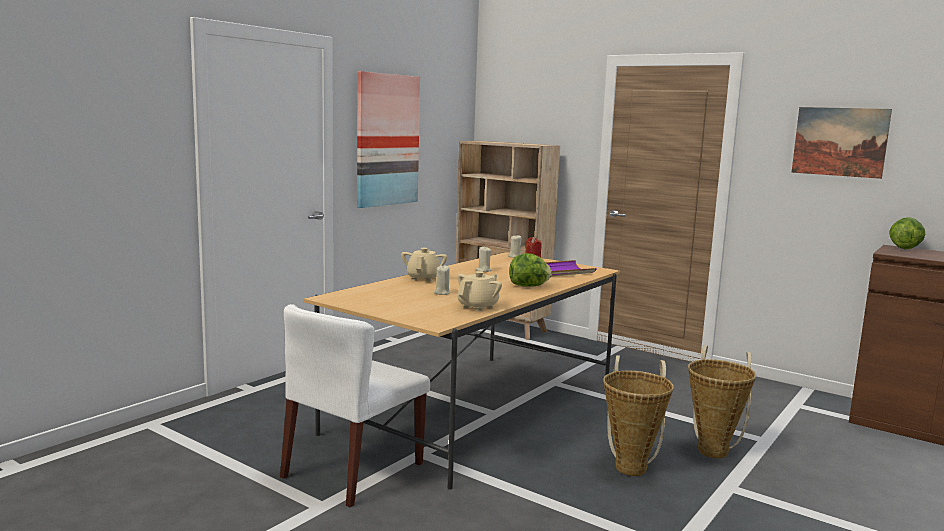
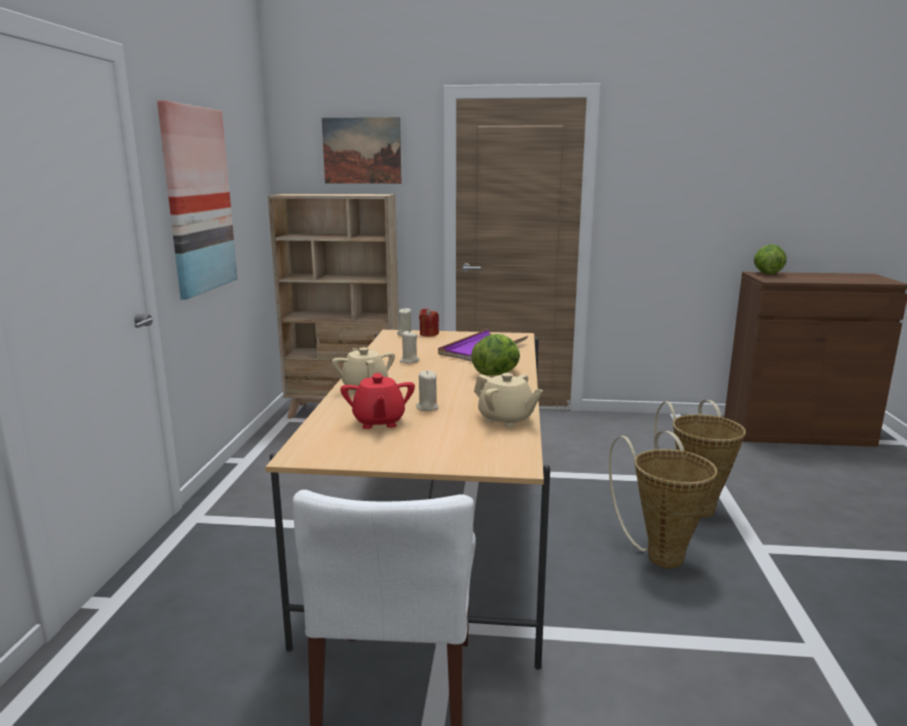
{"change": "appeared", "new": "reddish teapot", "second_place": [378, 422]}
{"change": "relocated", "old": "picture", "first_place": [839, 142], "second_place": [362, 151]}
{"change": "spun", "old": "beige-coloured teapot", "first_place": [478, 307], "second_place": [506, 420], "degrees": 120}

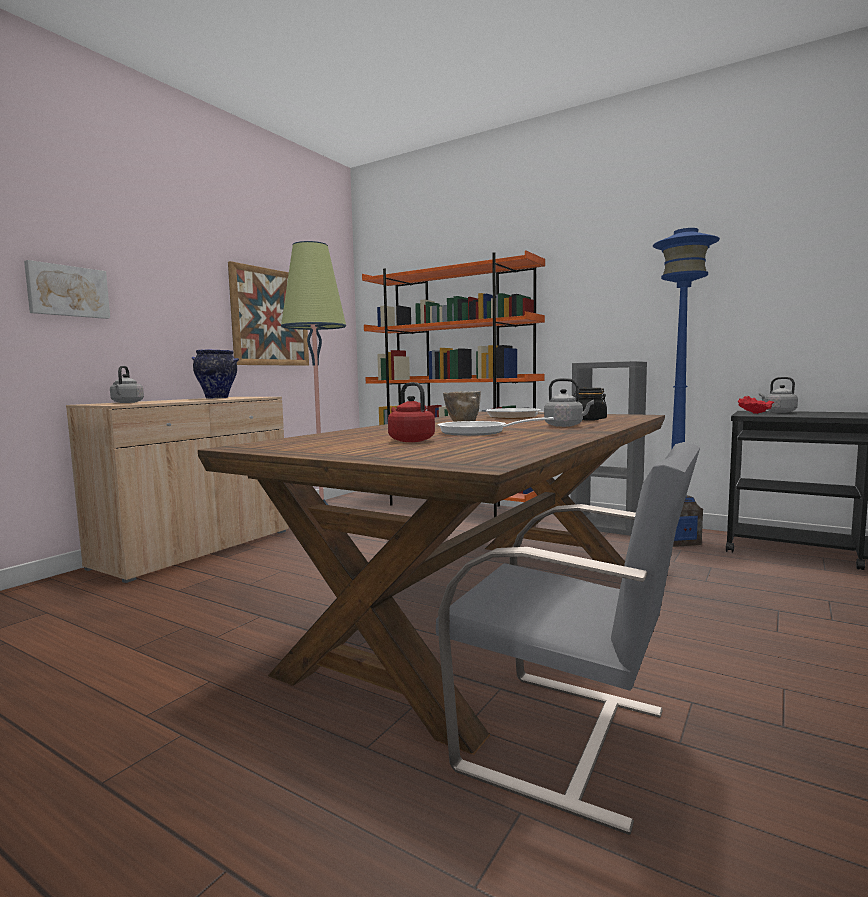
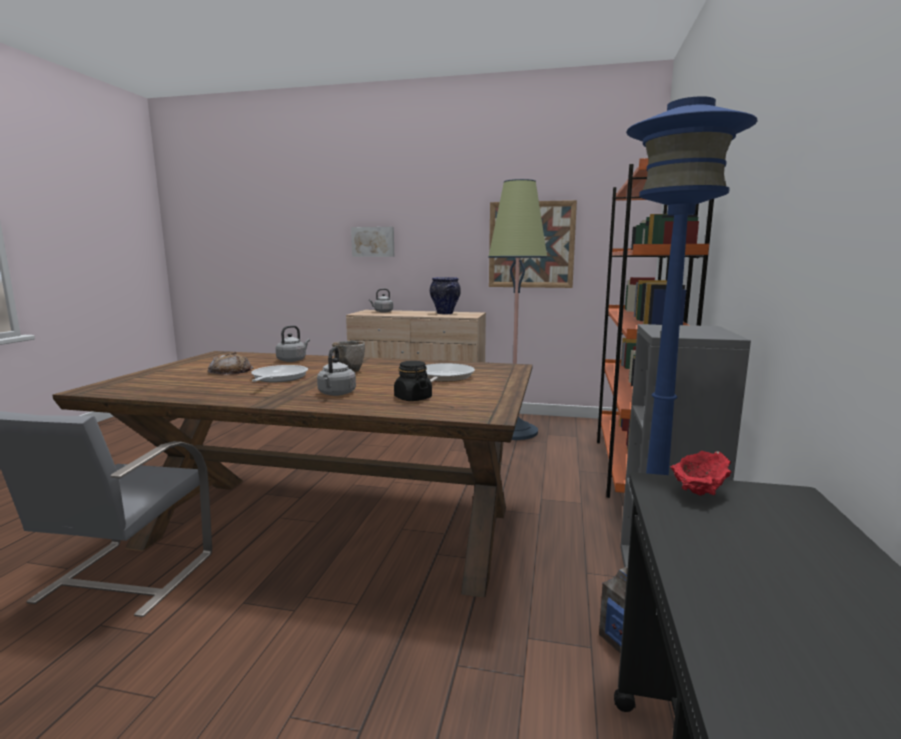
{"change": "relocated", "old": "grey kettle", "first_place": [778, 412], "second_place": [293, 360]}
{"change": "exchanged", "old": "reddish kettle", "new": "bread", "first_place": [410, 440], "second_place": [230, 371]}

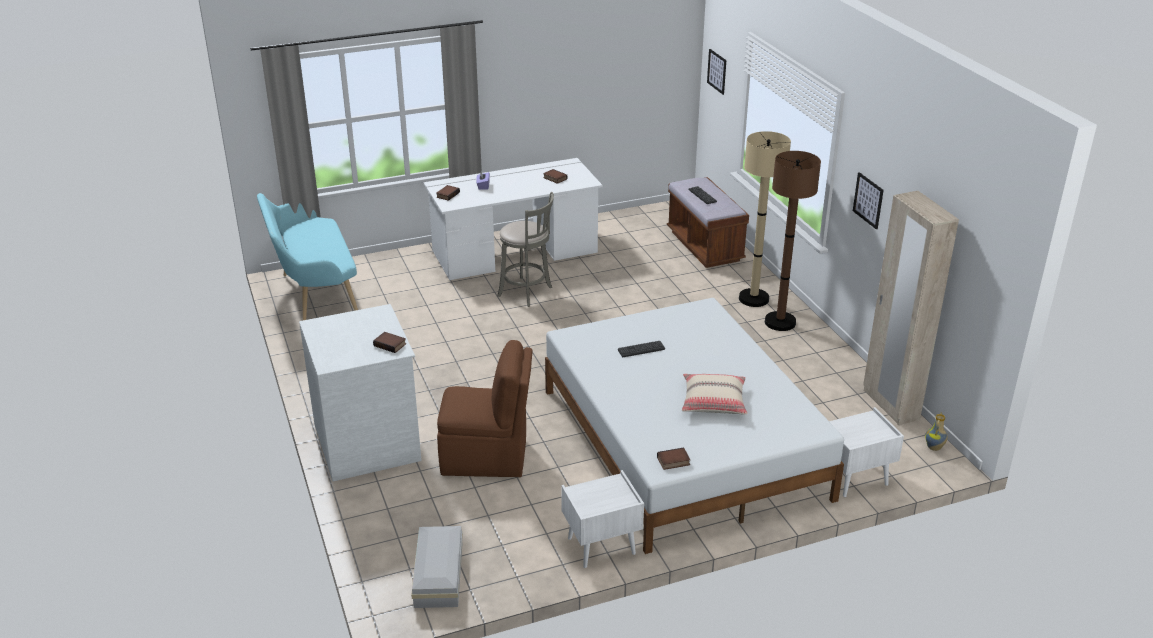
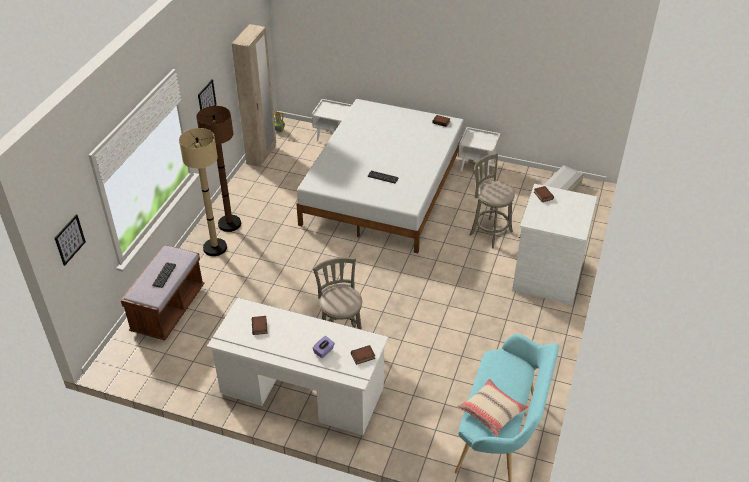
{"change": "relocated", "old": "beige-coloured throw pillow", "first_place": [713, 401], "second_place": [492, 411]}
{"change": "exchanged", "old": "brownish chair", "new": "grey stool", "first_place": [487, 457], "second_place": [489, 232]}

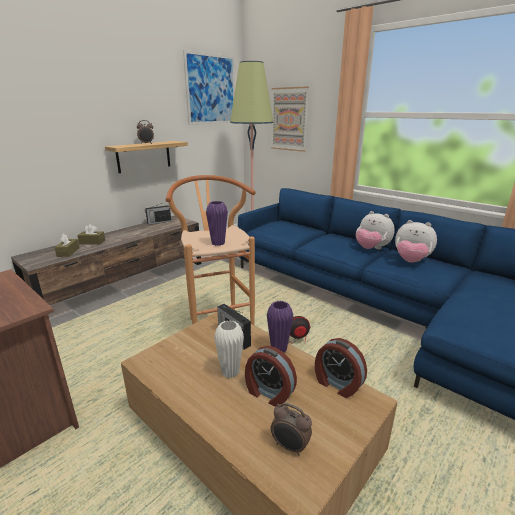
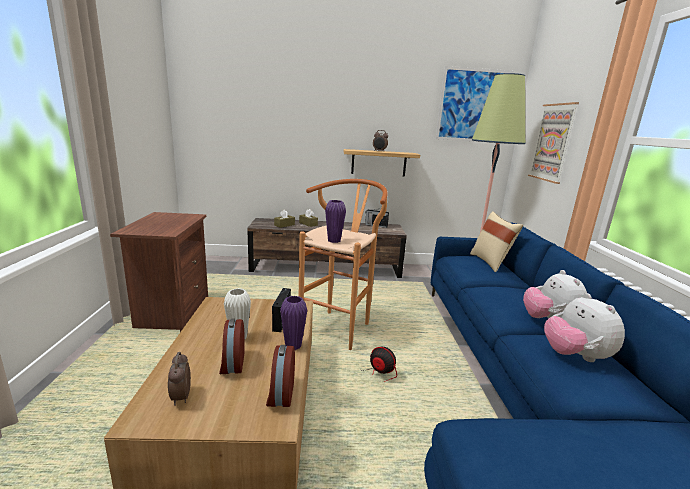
{"change": "appeared", "new": "beige-coloured throw pillow", "second_place": [490, 262]}

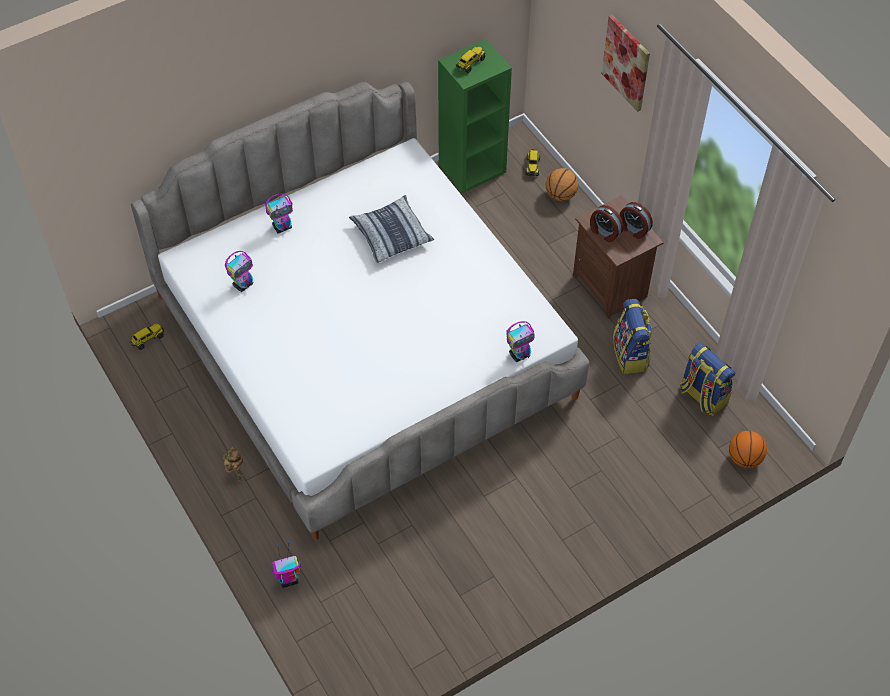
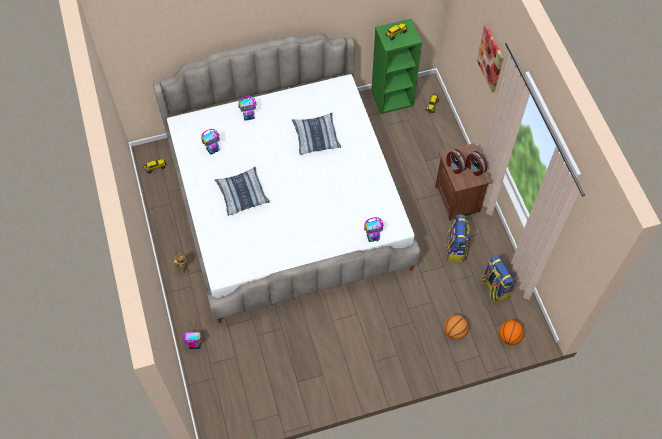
{"change": "appeared", "new": "throw pillow", "second_place": [242, 194]}
{"change": "relocated", "old": "basketball ball", "first_place": [561, 195], "second_place": [454, 332]}

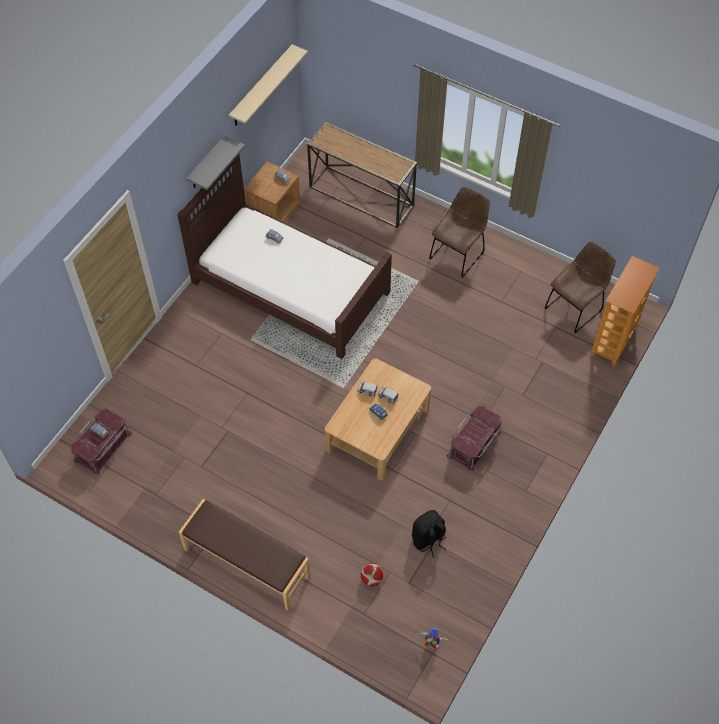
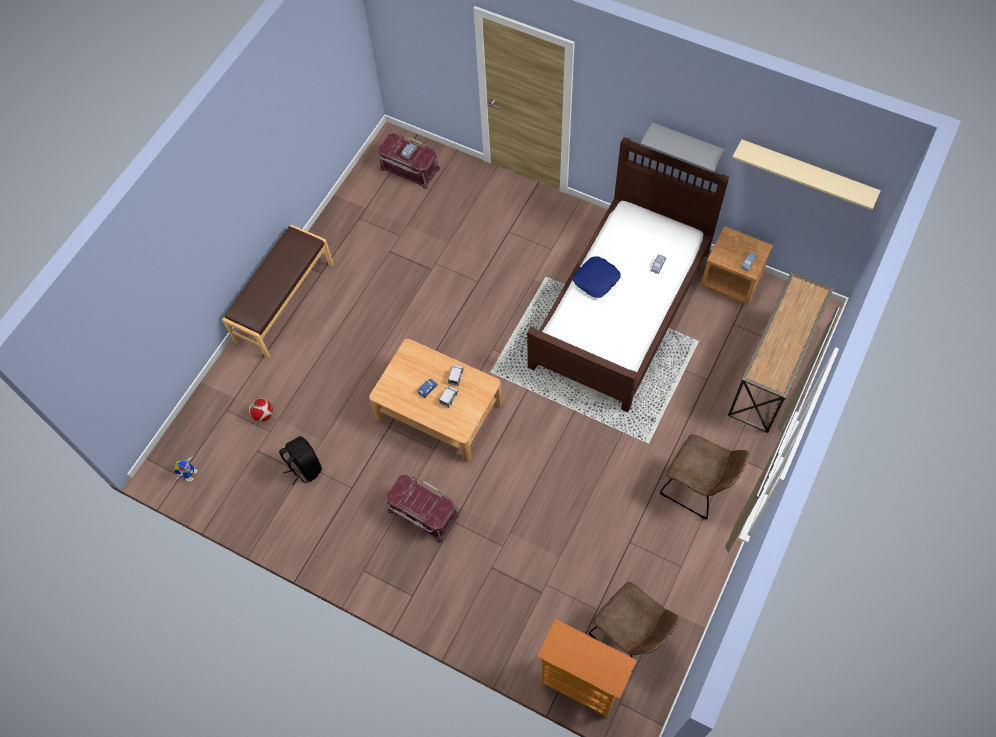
{"change": "appeared", "new": "blue throw pillow", "second_place": [596, 280]}

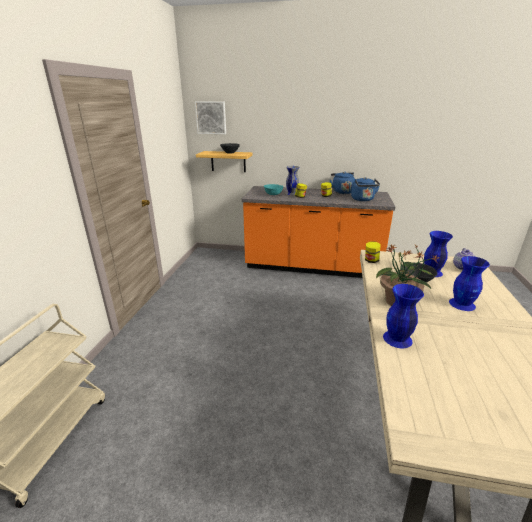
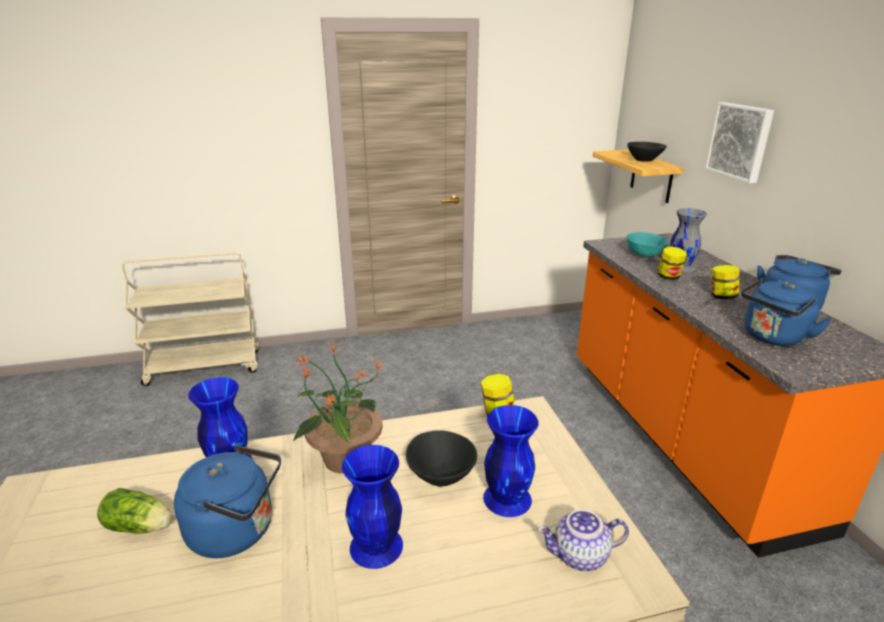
{"change": "appeared", "new": "lettuce", "second_place": [141, 527]}
{"change": "appeared", "new": "blue kettle", "second_place": [237, 530]}
{"change": "relocated", "old": "picture", "first_place": [211, 117], "second_place": [740, 141]}

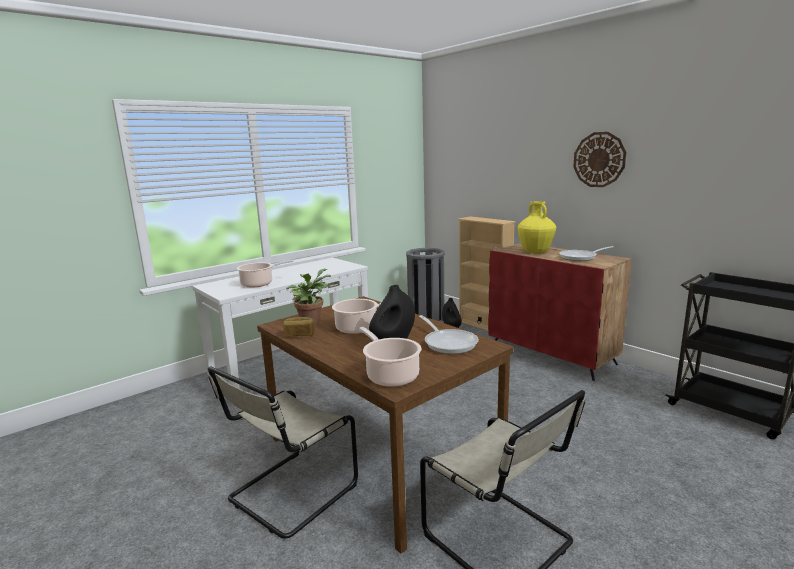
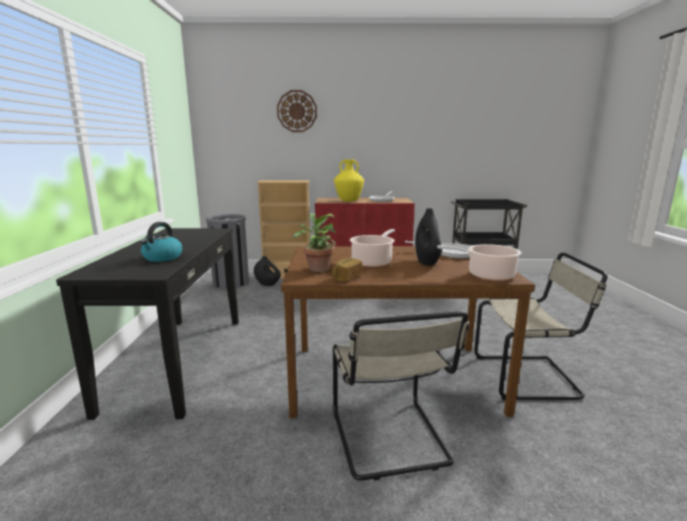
{"change": "relocated", "old": "clock on the wall", "first_place": [599, 159], "second_place": [297, 111]}
{"change": "exchanged", "old": "saucepot", "new": "kettle", "first_place": [259, 284], "second_place": [162, 258]}
{"change": "colour", "old": "white-coloured console table", "new": "black console table", "first_place": [293, 367], "second_place": [178, 360]}

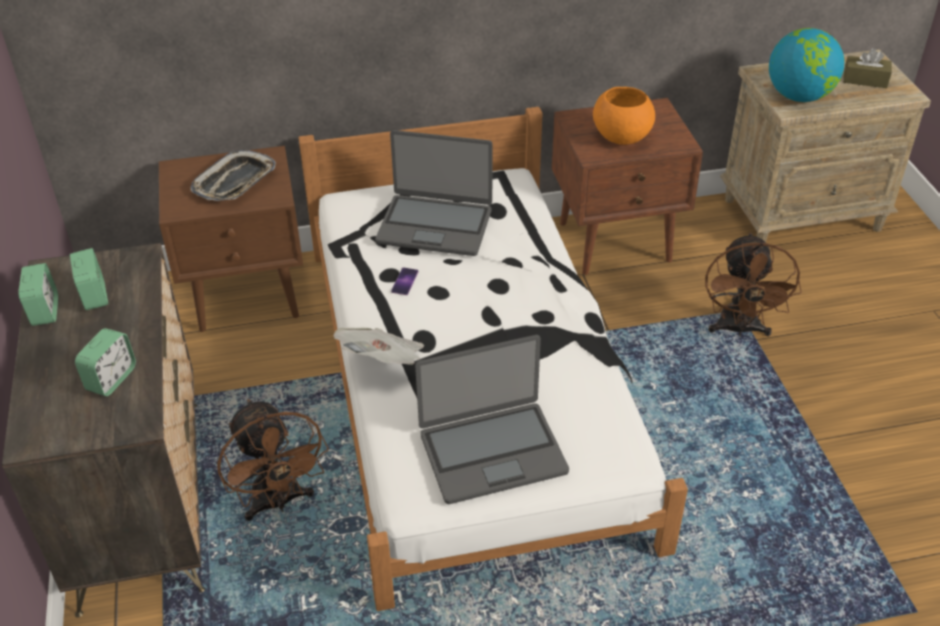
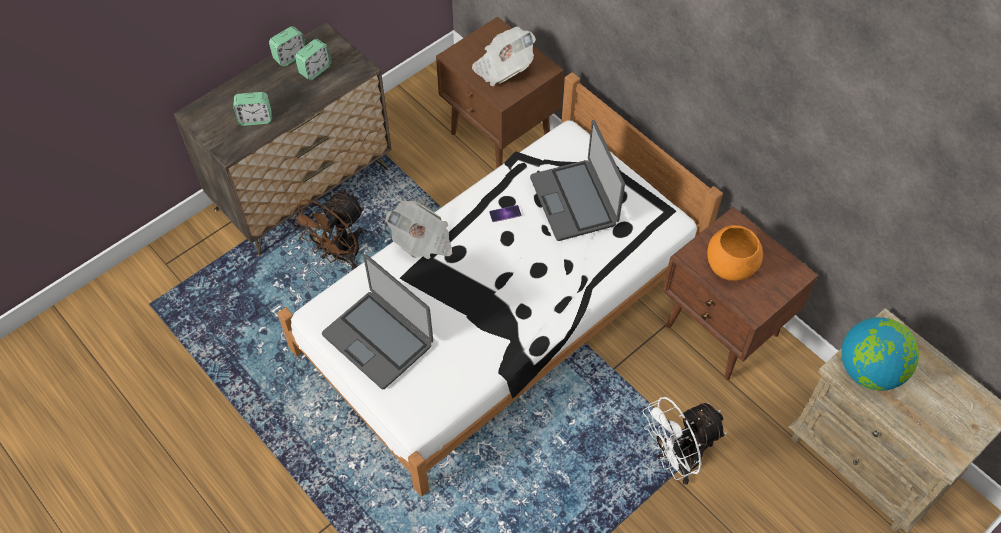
{"change": "missing", "old": "brownish box of tissues", "first_place": [865, 80]}
{"change": "exchanged", "old": "serving tray", "new": "daily paper", "first_place": [235, 182], "second_place": [503, 68]}
{"change": "colour", "old": "brownish fan", "new": "white-coloured fan", "first_place": [738, 329], "second_place": [676, 459]}

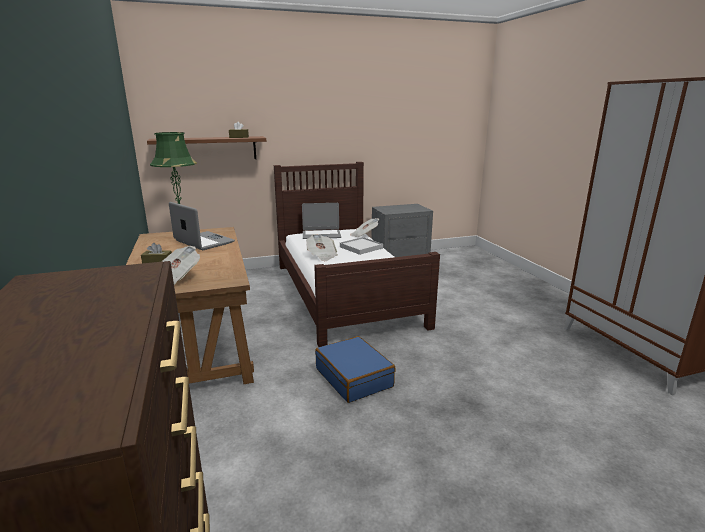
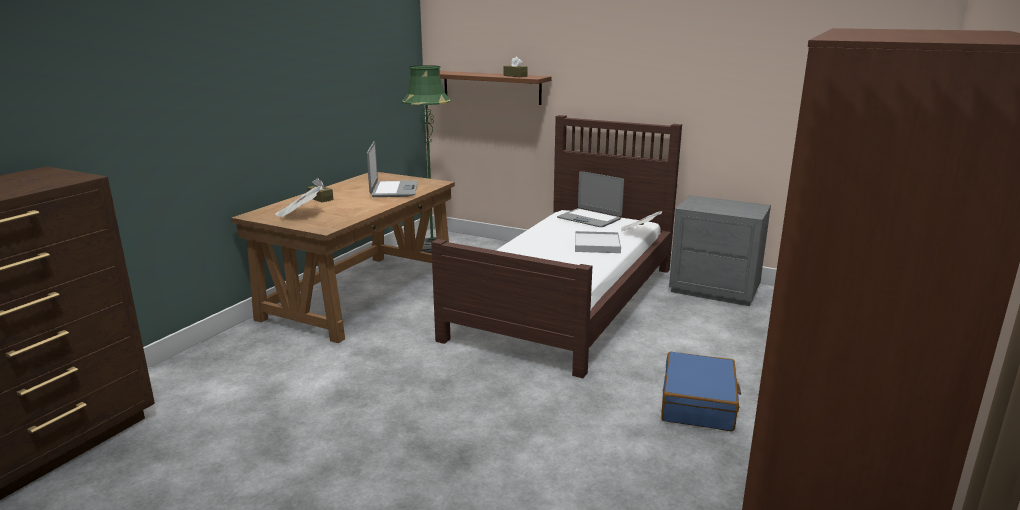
{"change": "missing", "old": "daily paper", "first_place": [322, 256]}
{"change": "relocated", "old": "blue suitcase", "first_place": [354, 377], "second_place": [698, 403]}

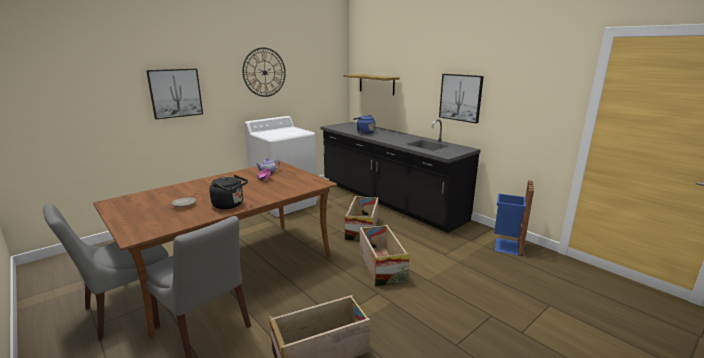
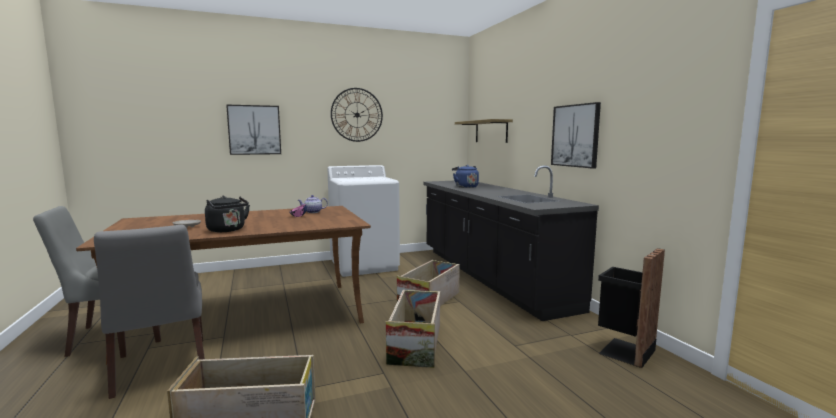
{"change": "colour", "old": "blue rubbish bin", "new": "black rubbish bin", "first_place": [507, 246], "second_place": [624, 351]}

